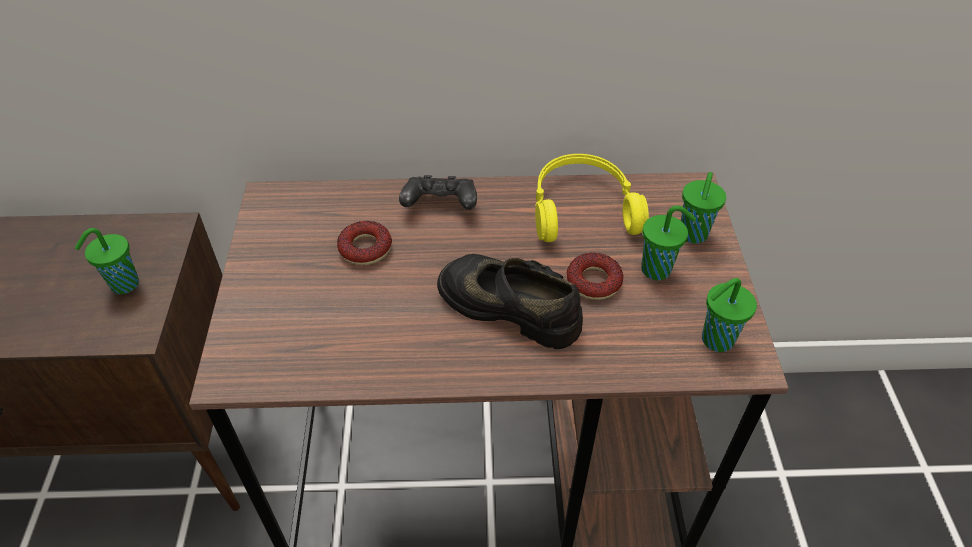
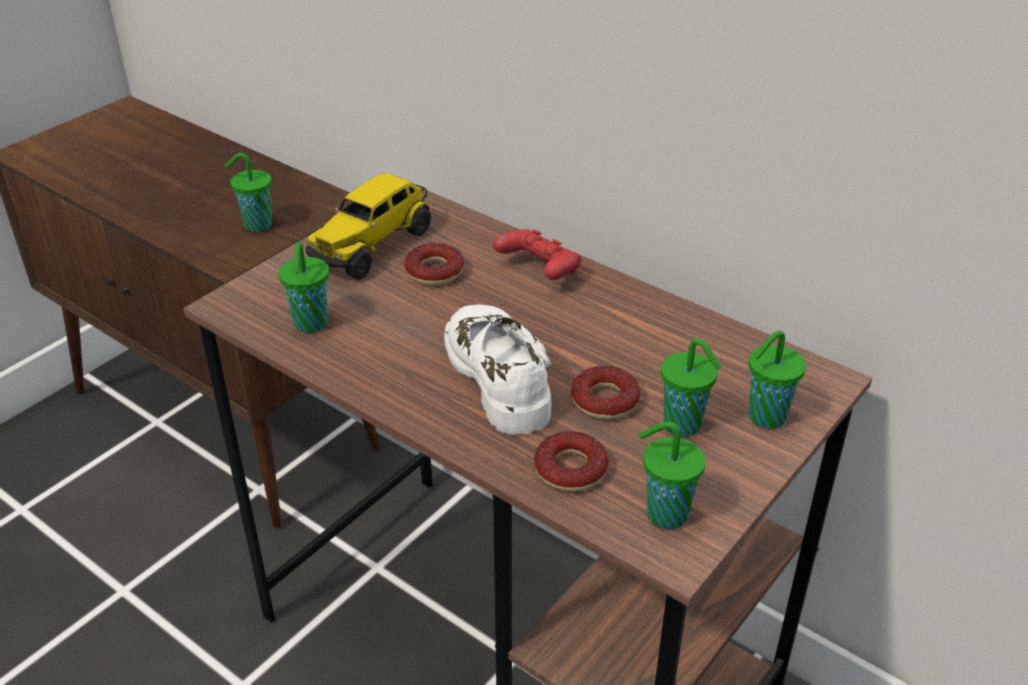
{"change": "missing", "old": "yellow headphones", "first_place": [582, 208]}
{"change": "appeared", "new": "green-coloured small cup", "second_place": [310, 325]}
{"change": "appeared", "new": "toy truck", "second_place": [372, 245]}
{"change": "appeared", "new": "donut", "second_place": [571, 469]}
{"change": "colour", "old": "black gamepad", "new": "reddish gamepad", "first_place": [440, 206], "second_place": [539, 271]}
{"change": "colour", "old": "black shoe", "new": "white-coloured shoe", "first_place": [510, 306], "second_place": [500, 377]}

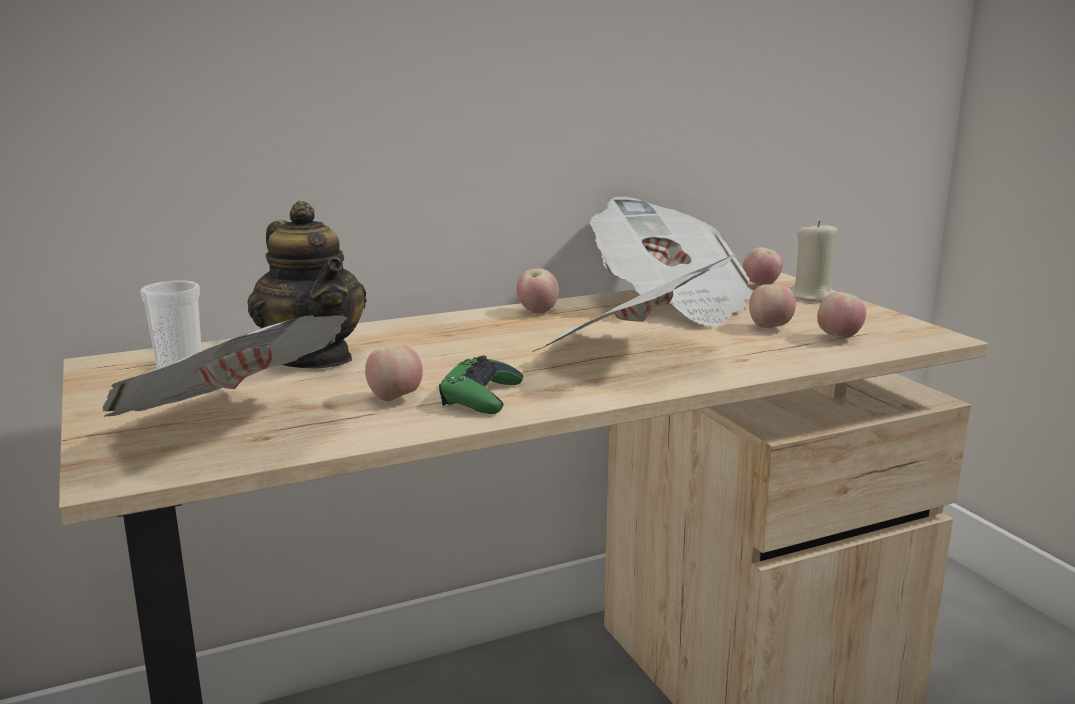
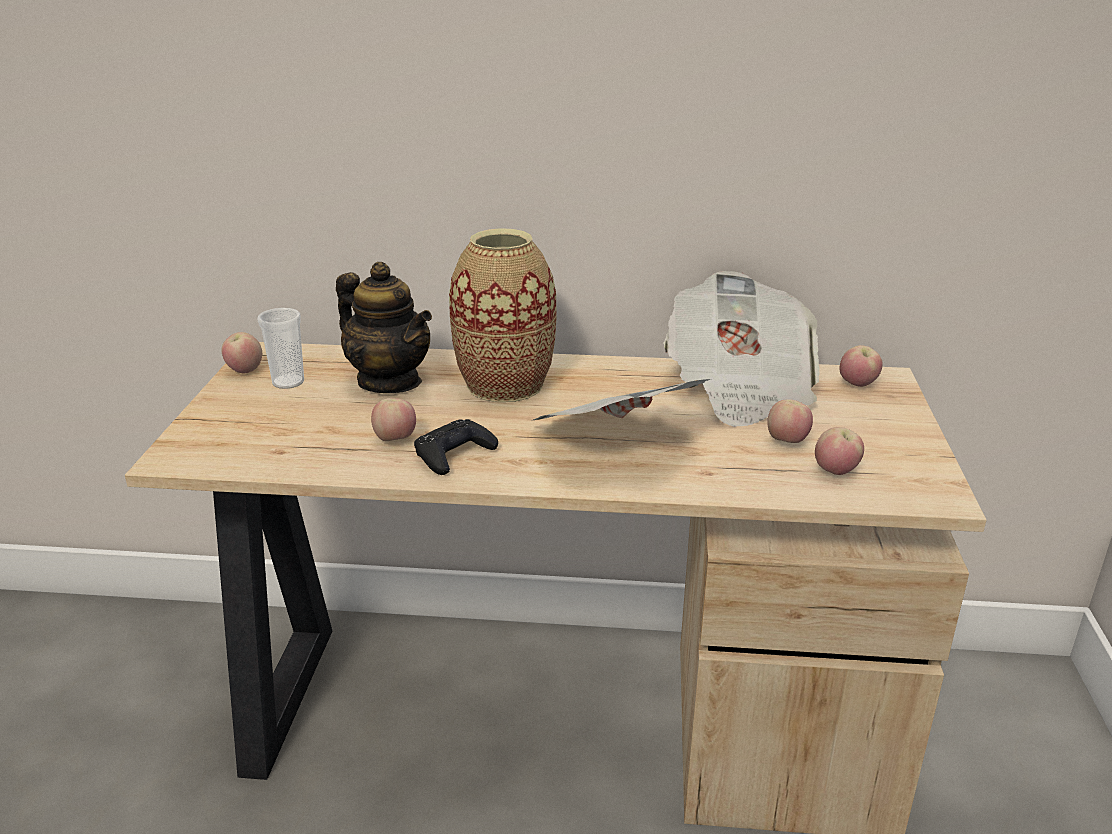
{"change": "missing", "old": "daily paper", "first_place": [231, 430]}
{"change": "missing", "old": "beige-coloured wax light", "first_place": [813, 297]}
{"change": "appeared", "new": "flower vase", "second_place": [504, 385]}
{"change": "relocated", "old": "whole apple", "first_place": [537, 312], "second_place": [245, 371]}
{"change": "colour", "old": "green-coloured gamepad", "new": "black gamepad", "first_place": [481, 396], "second_place": [454, 454]}
{"change": "spun", "old": "teapot", "first_place": [313, 358], "second_place": [389, 381], "degrees": -45}

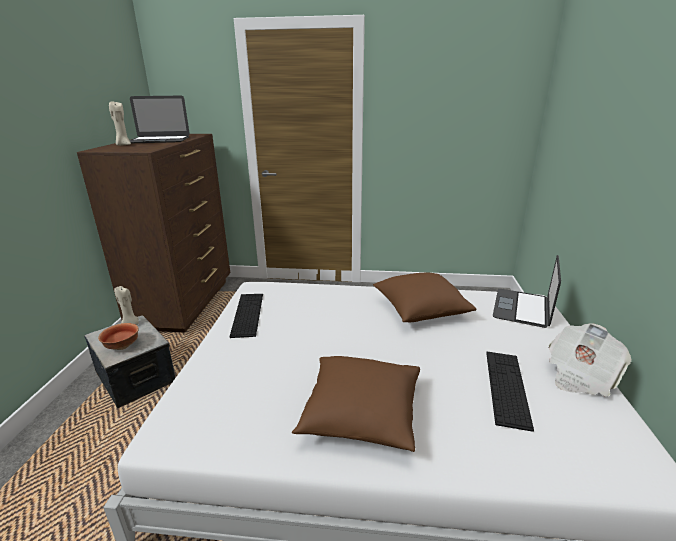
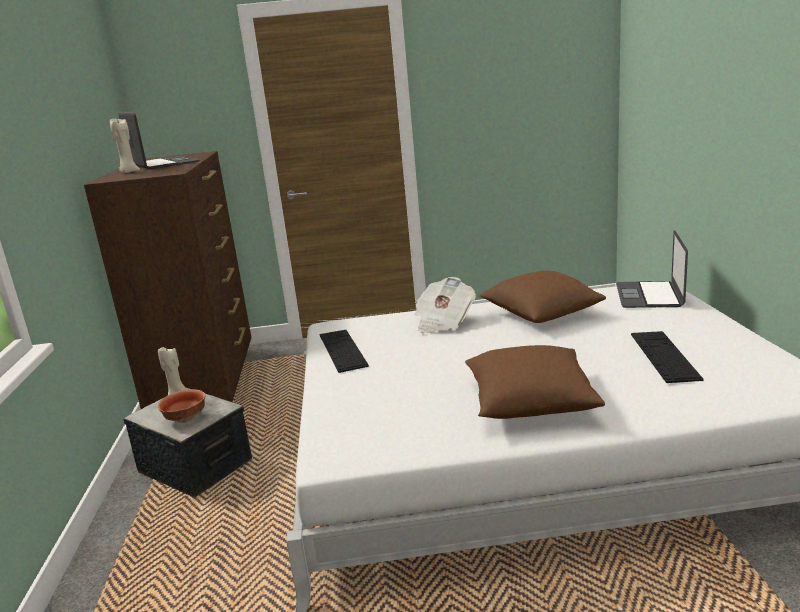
{"change": "relocated", "old": "daily paper", "first_place": [580, 375], "second_place": [443, 322]}
{"change": "spun", "old": "laptop", "first_place": [159, 140], "second_place": [163, 163], "degrees": -105}

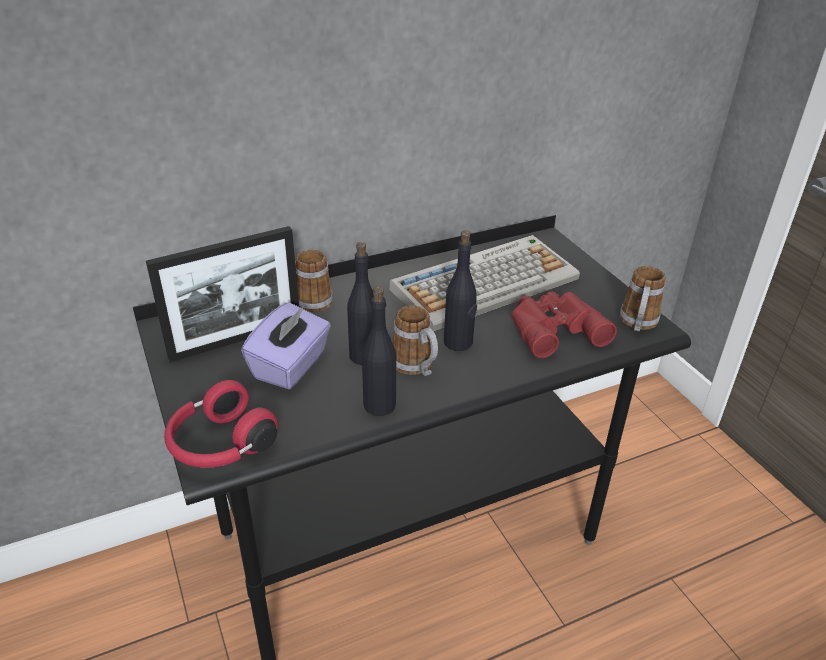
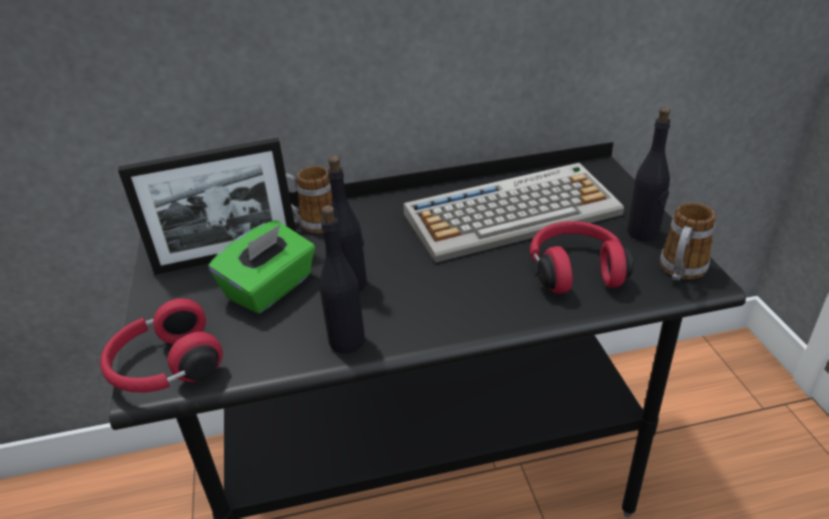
{"change": "missing", "old": "coffee mug", "first_place": [416, 367]}
{"change": "relocated", "old": "black bottle", "first_place": [458, 343], "second_place": [643, 232]}
{"change": "exchanged", "old": "reddish field glasses", "new": "reddish headphones", "first_place": [553, 328], "second_place": [575, 269]}
{"change": "colour", "old": "purplish box of tissues", "new": "green-coloured box of tissues", "first_place": [291, 366], "second_place": [271, 288]}

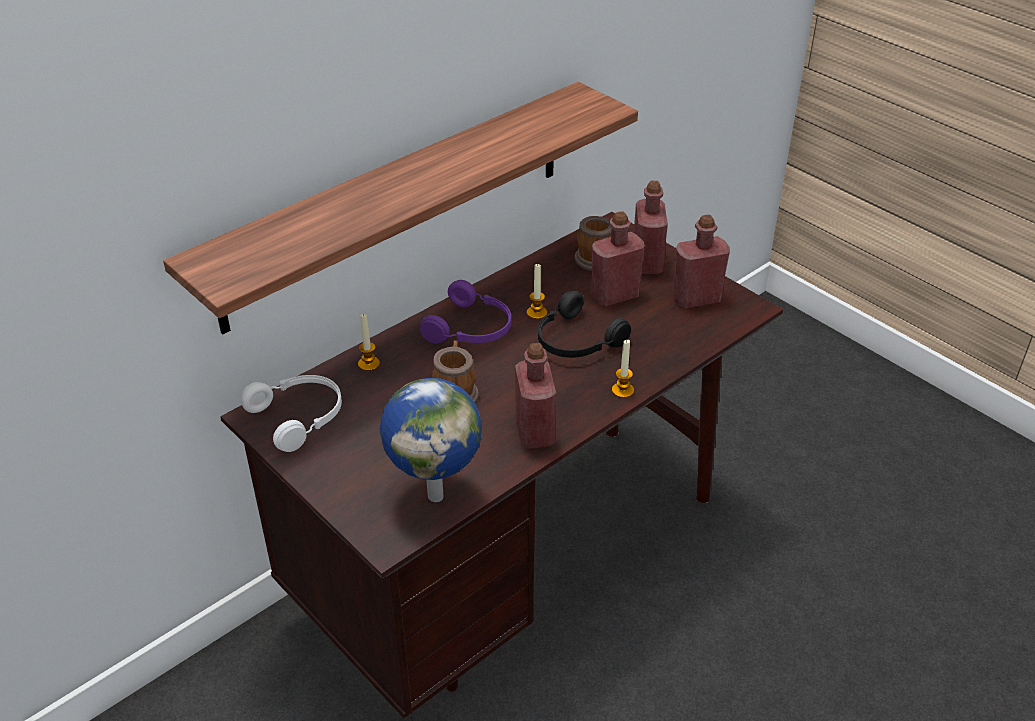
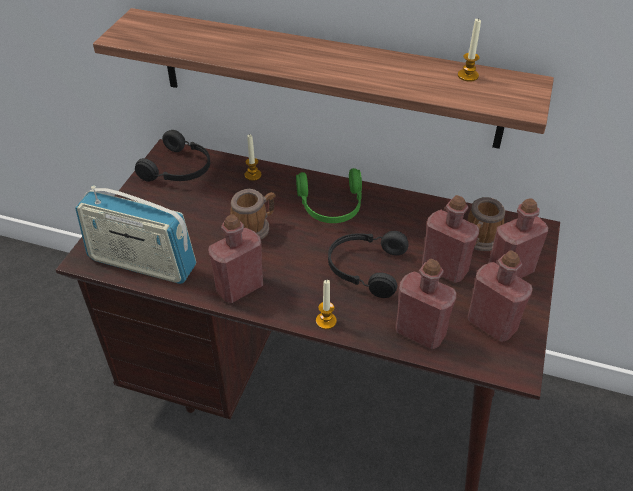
{"change": "appeared", "new": "reddish bottle", "second_place": [420, 332]}
{"change": "relocated", "old": "wax light", "first_place": [536, 313], "second_place": [468, 76]}
{"change": "exchanged", "old": "world globe", "new": "radio receiver", "first_place": [436, 494], "second_place": [142, 263]}
{"change": "colour", "old": "white-coloured headphones", "new": "black headphones", "first_place": [299, 417], "second_place": [179, 169]}
{"change": "colour", "old": "purplish headphones", "new": "green-coloured headphones", "first_place": [471, 329], "second_place": [331, 206]}

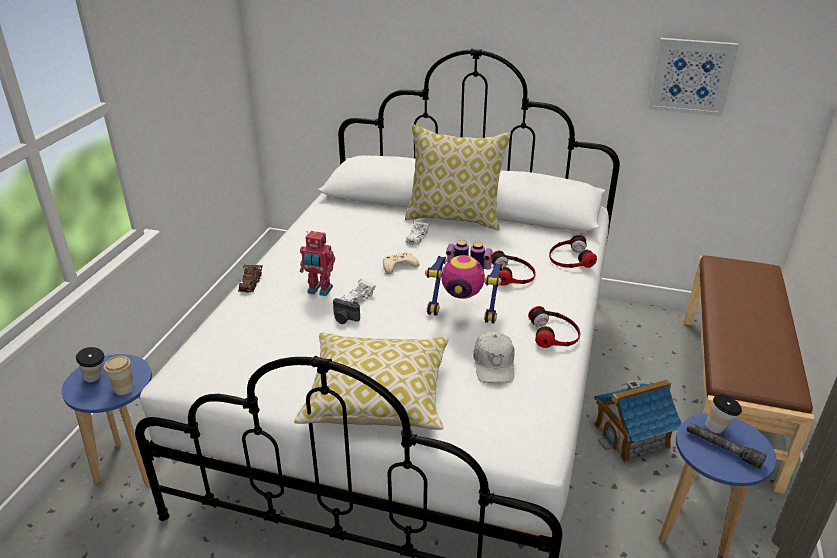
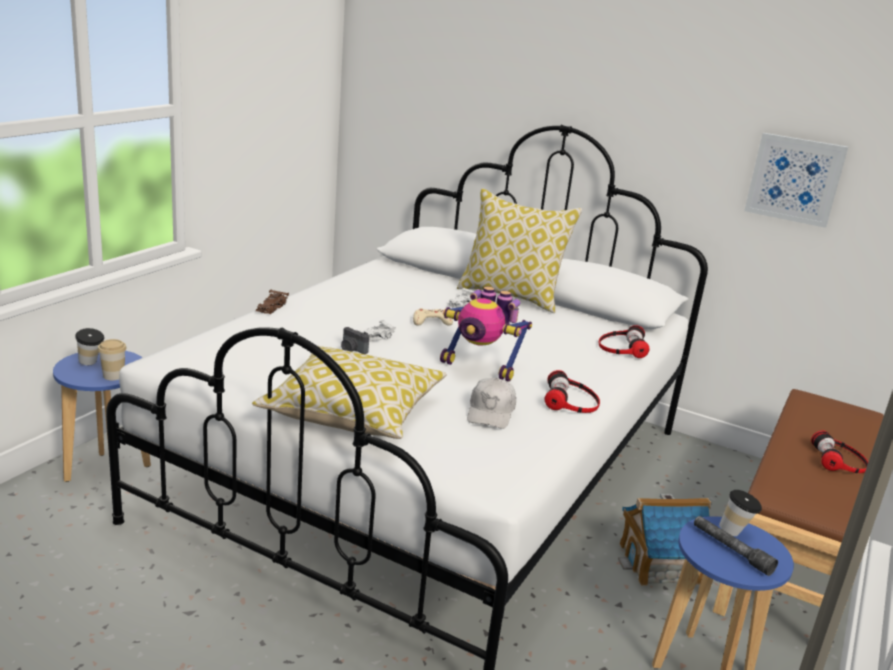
{"change": "missing", "old": "robot figure", "first_place": [319, 290]}
{"change": "relocated", "old": "headphones", "first_place": [513, 274], "second_place": [840, 461]}

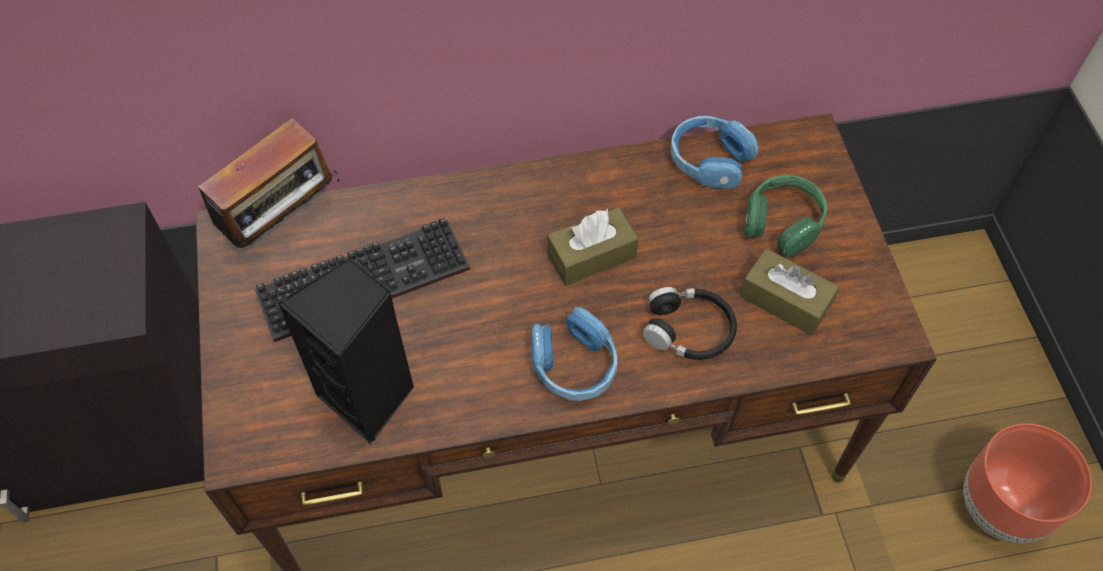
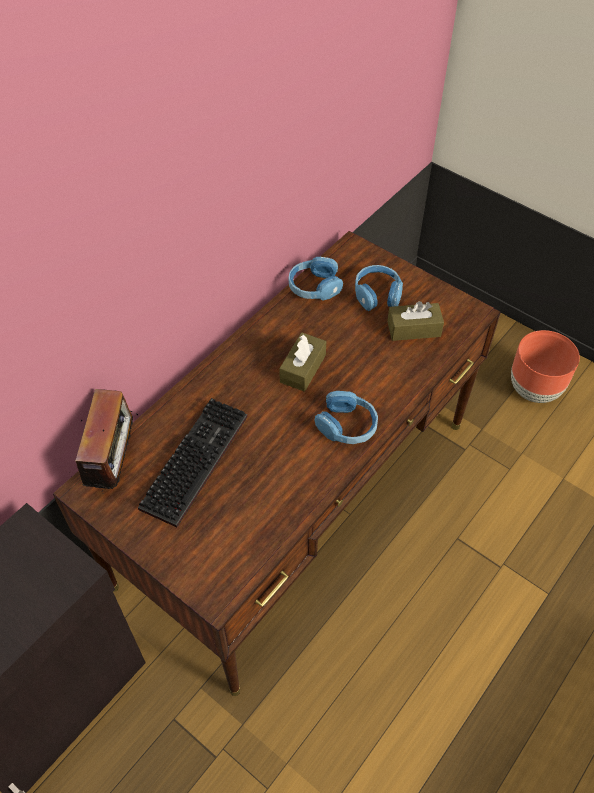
{"change": "missing", "old": "black speaker", "first_place": [370, 397]}
{"change": "missing", "old": "black headphones", "first_place": [688, 330]}
{"change": "colour", "old": "green-coloured headphones", "new": "blue headphones", "first_place": [782, 222], "second_place": [377, 294]}

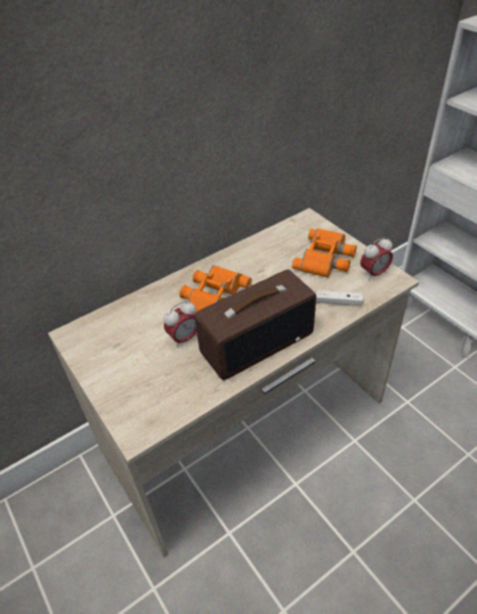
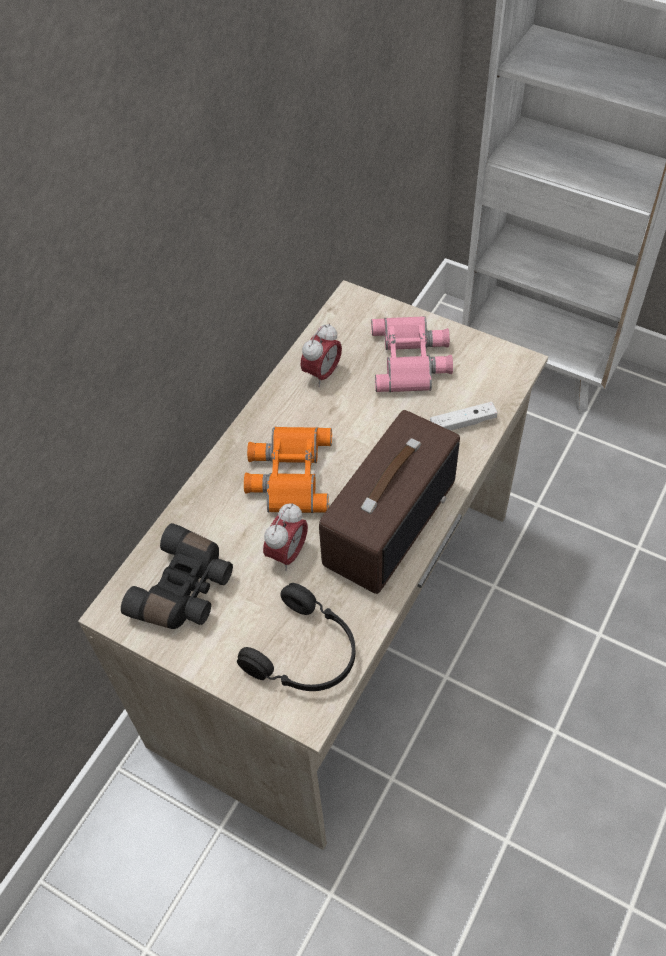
{"change": "appeared", "new": "black field glasses", "second_place": [185, 590]}
{"change": "appeared", "new": "black headphones", "second_place": [305, 653]}
{"change": "relocated", "old": "table clock", "first_place": [374, 274], "second_place": [322, 374]}
{"change": "colour", "old": "orangey field glasses", "new": "pink-coloured field glasses", "first_place": [326, 258], "second_place": [412, 359]}

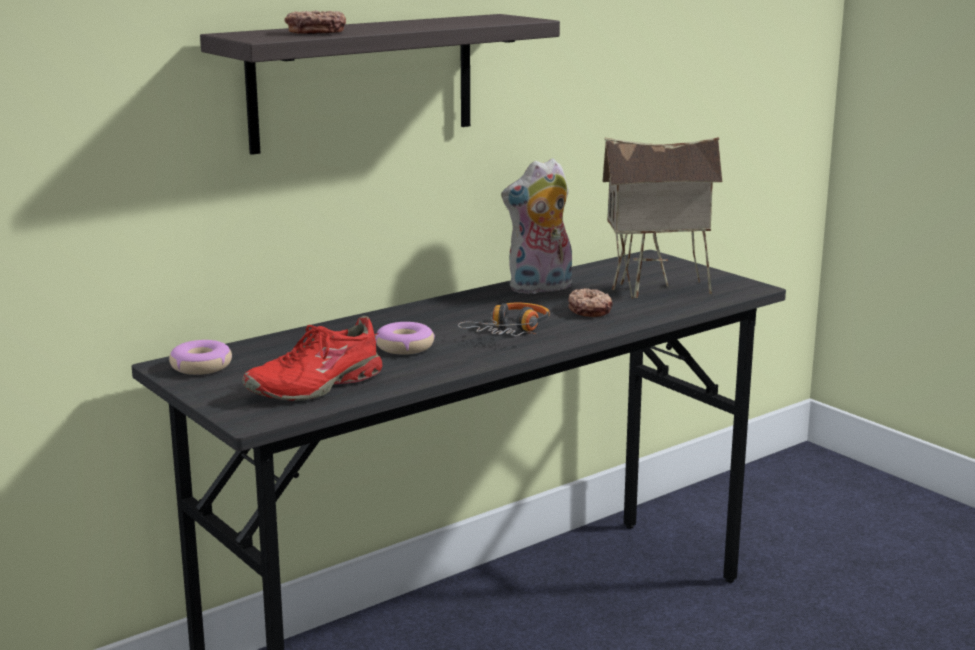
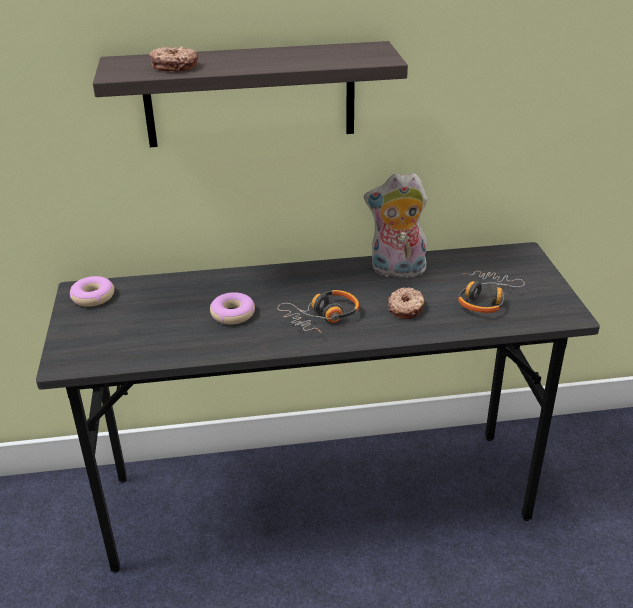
{"change": "missing", "old": "reddish shoe", "first_place": [315, 386]}
{"change": "exchanged", "old": "miniature house", "new": "headphones", "first_place": [658, 291], "second_place": [485, 298]}

